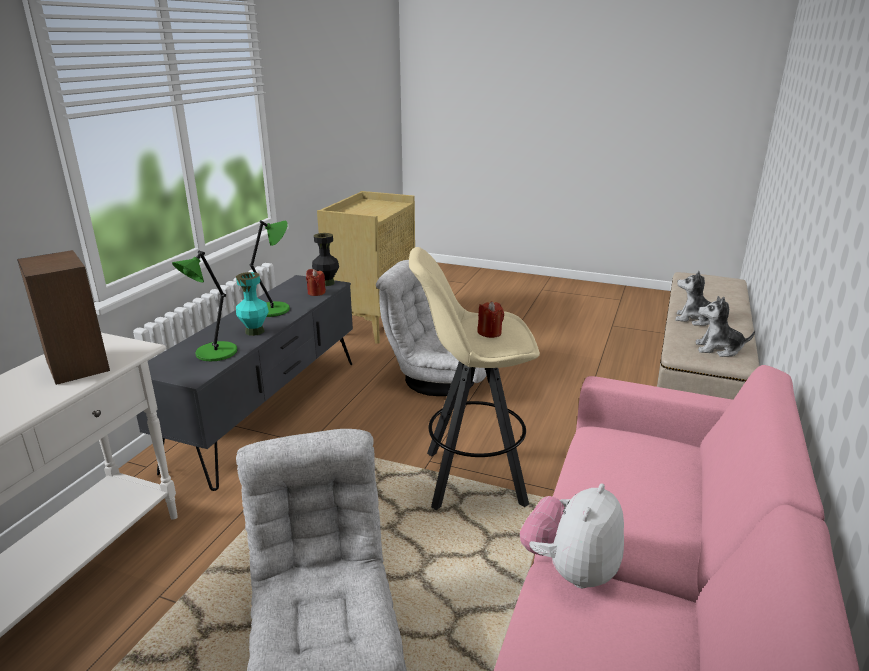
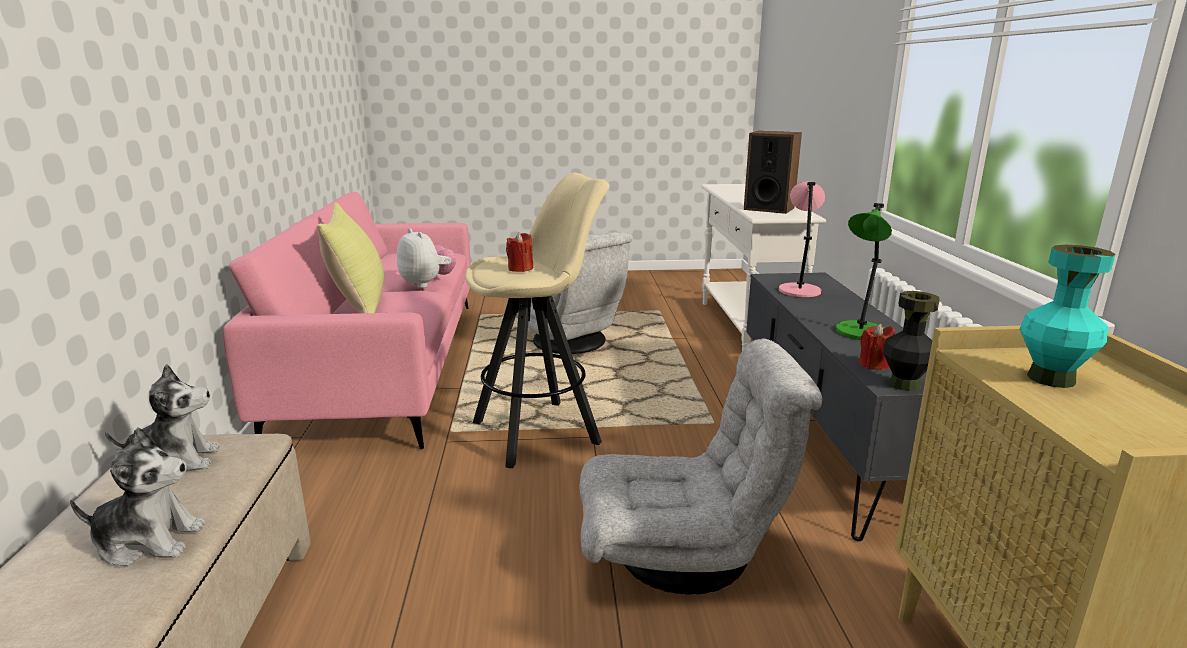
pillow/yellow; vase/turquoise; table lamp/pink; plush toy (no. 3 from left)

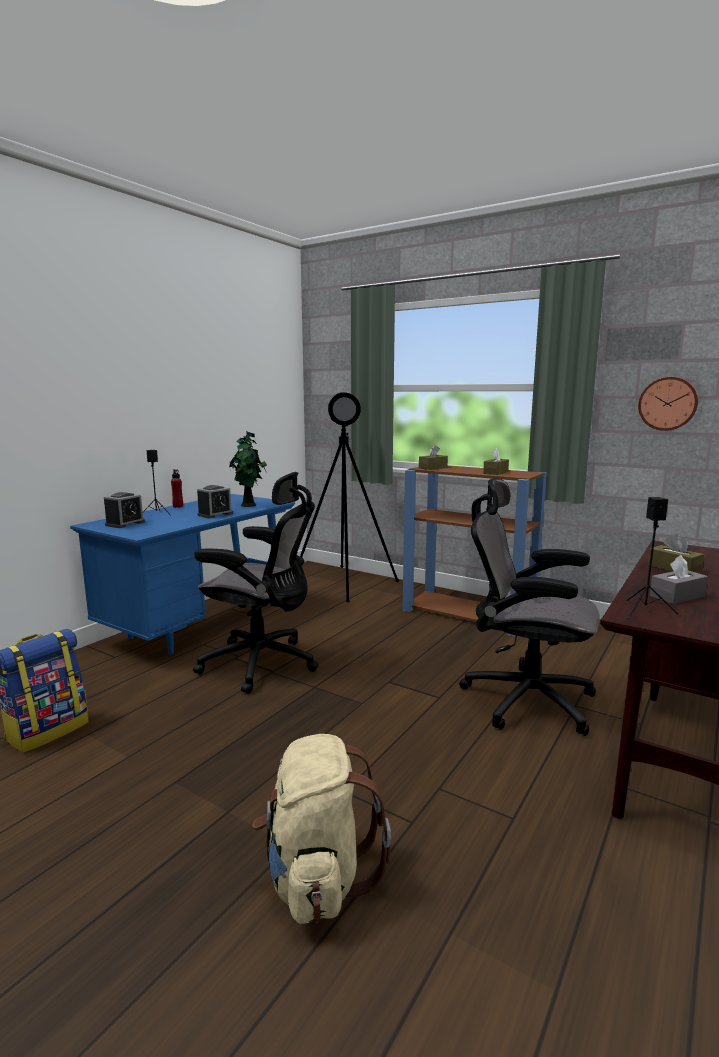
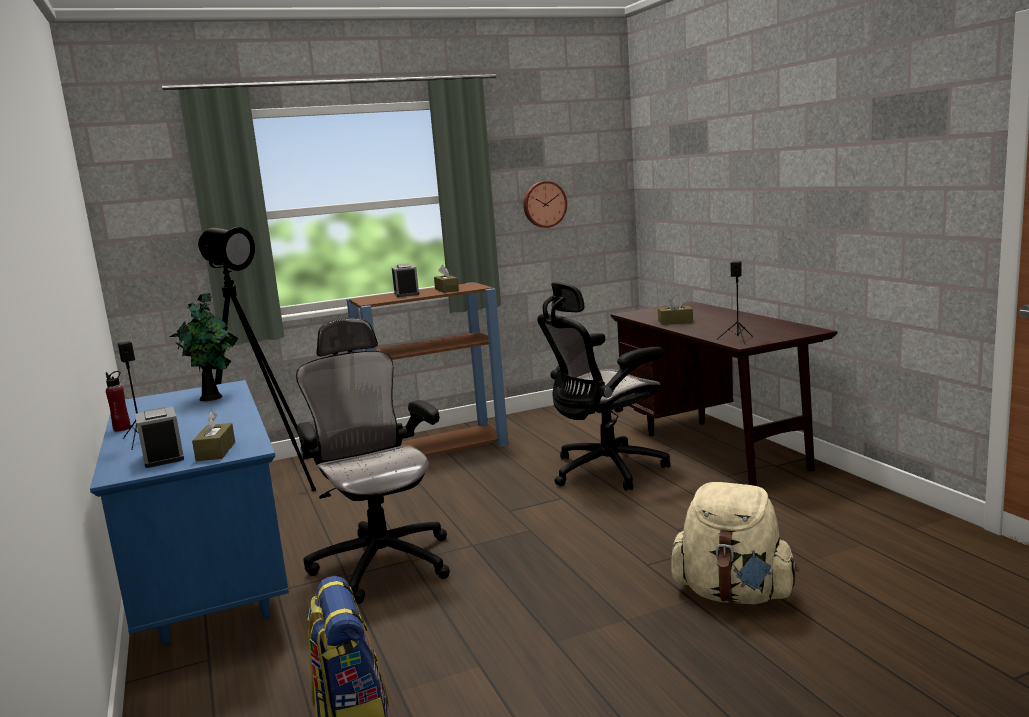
tissue box/grey; alarm clock (no. 2 from left); tissue box/brown (no. 1 from left); office chair (no. 1 from left)

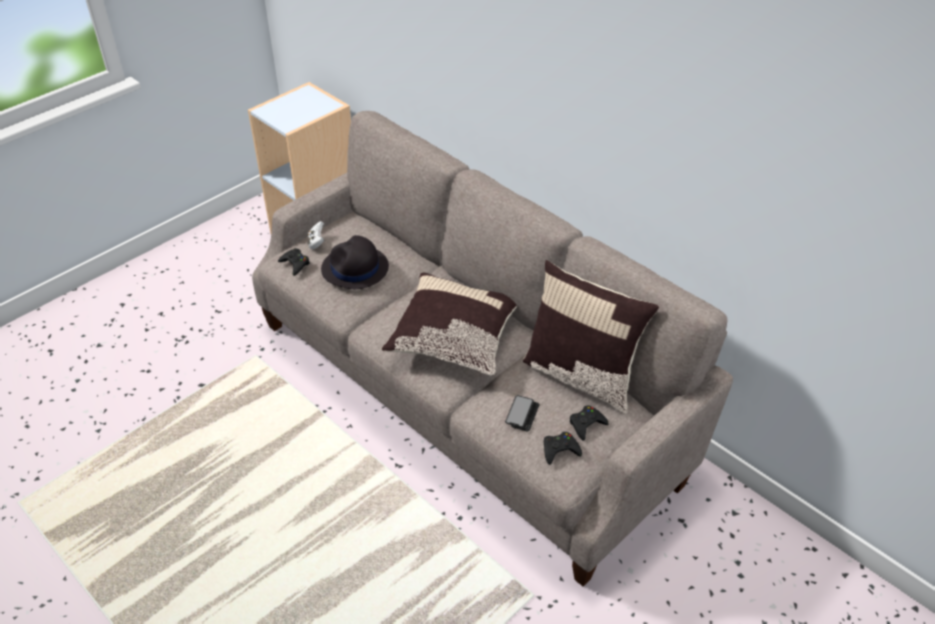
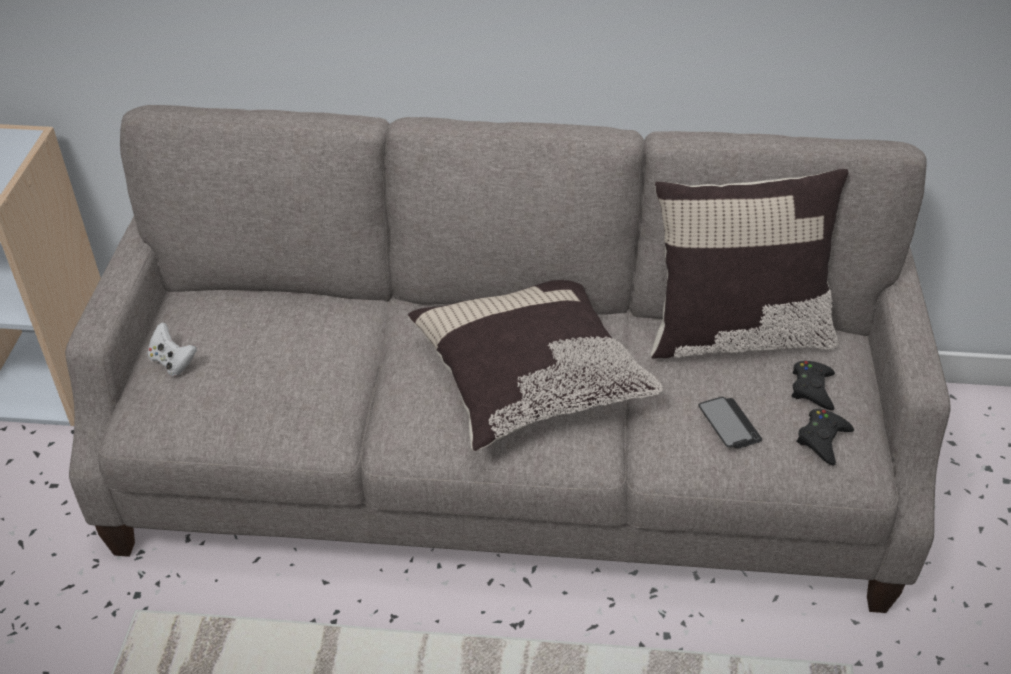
game controller/black (no. 1 from left in the first image); hat/black

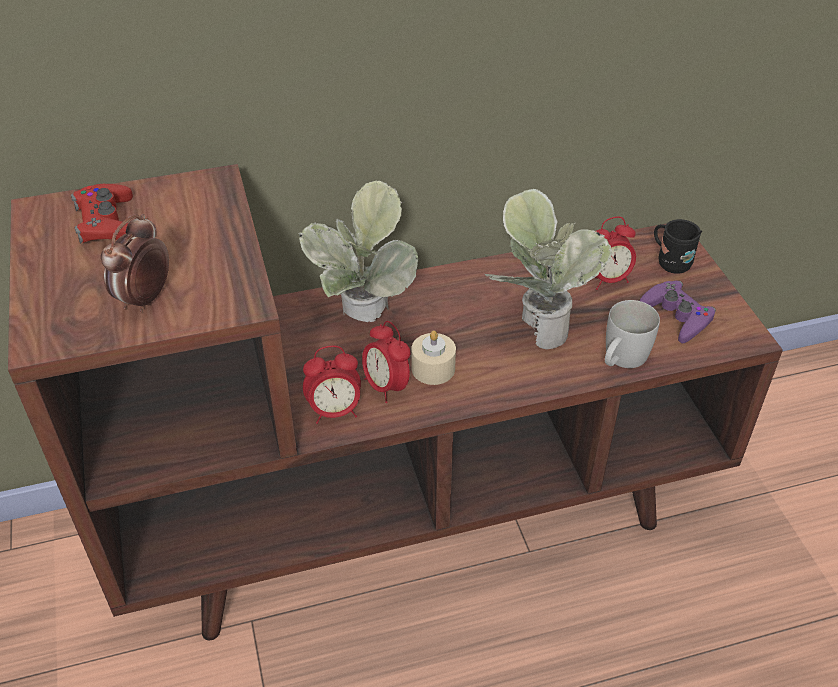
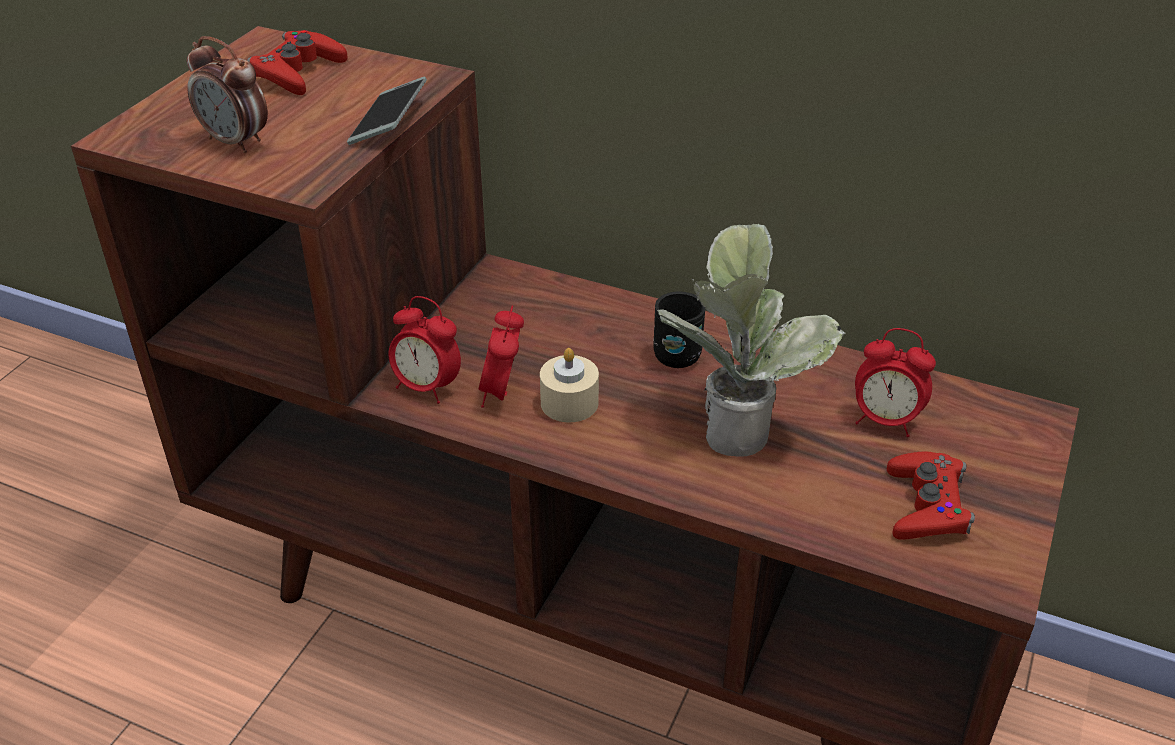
potted plant (no. 1 from left in the first image); mug/white; phone; mug/black; game controller/red (no. 2 from left); alarm clock (no. 1 from left)

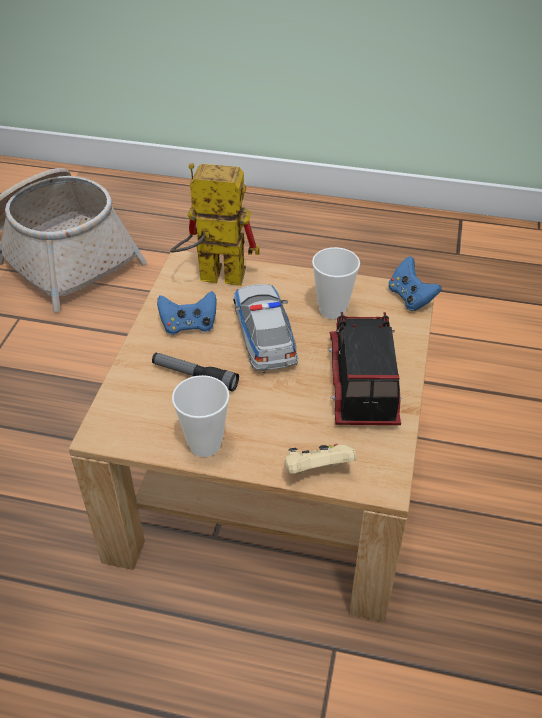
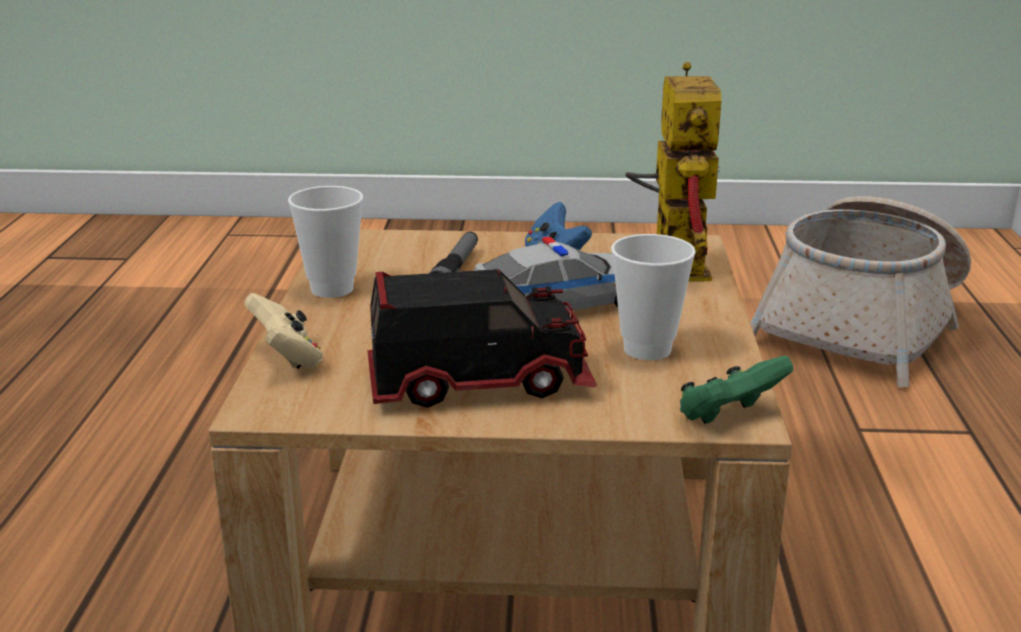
game controller/green

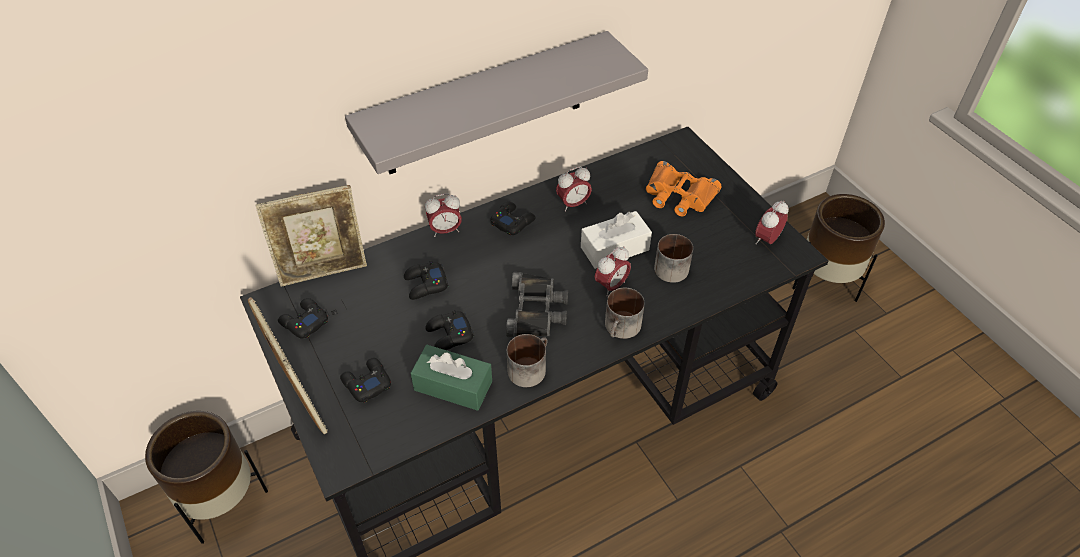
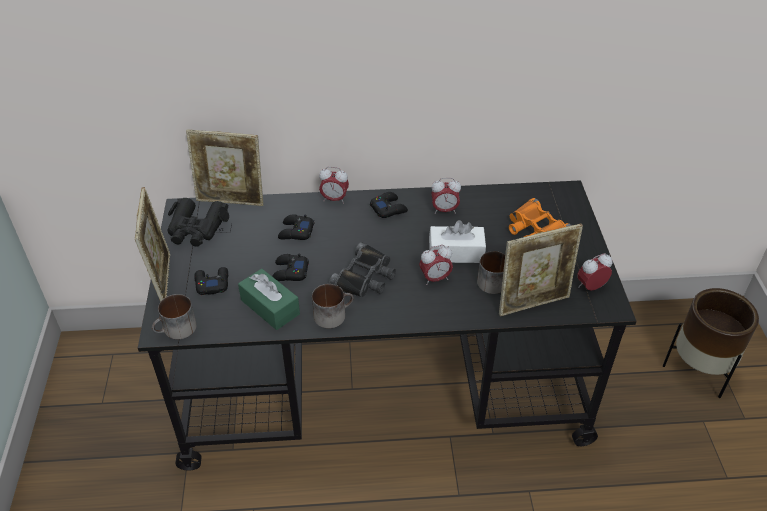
planter/brown (no. 1 from left in the first image); shelf/grey; picture frame (no. 3 from left); mug (no. 1 from left); binoculars/black (no. 1 from left)

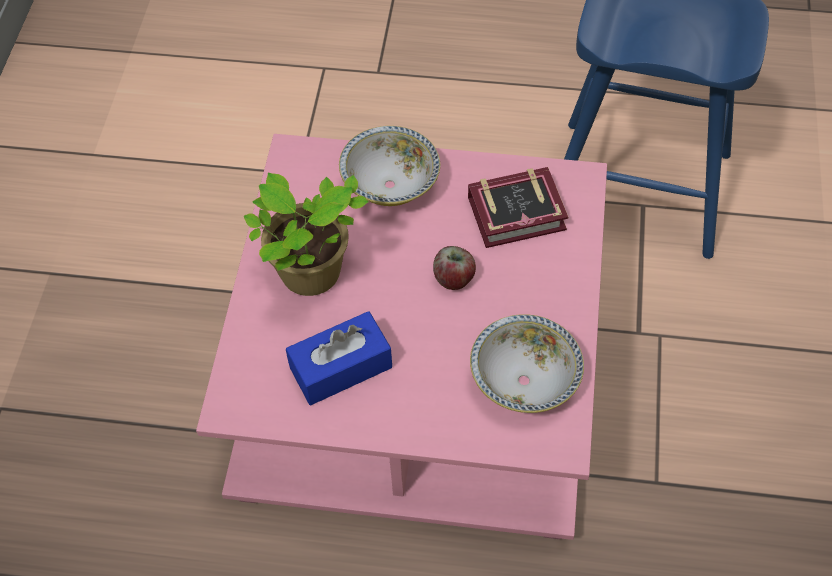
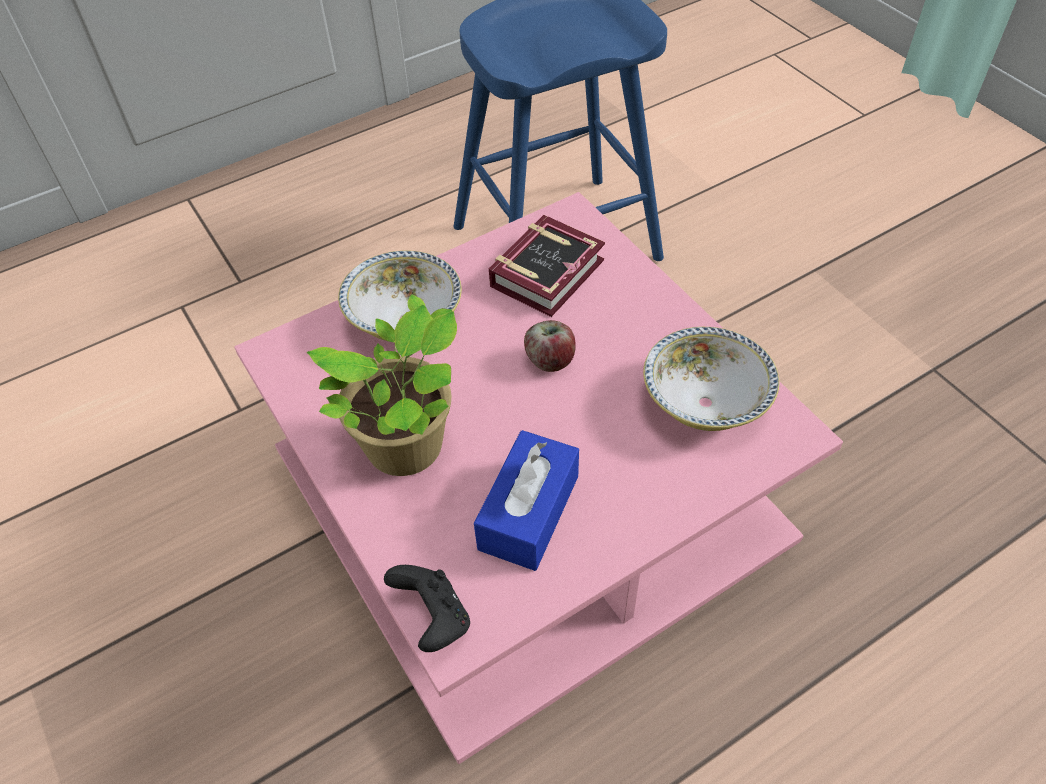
game controller/black

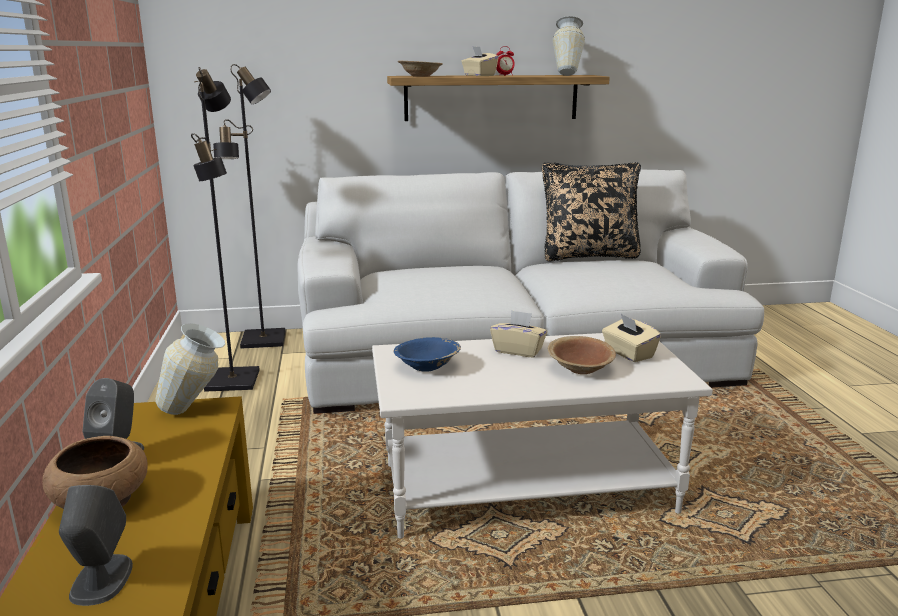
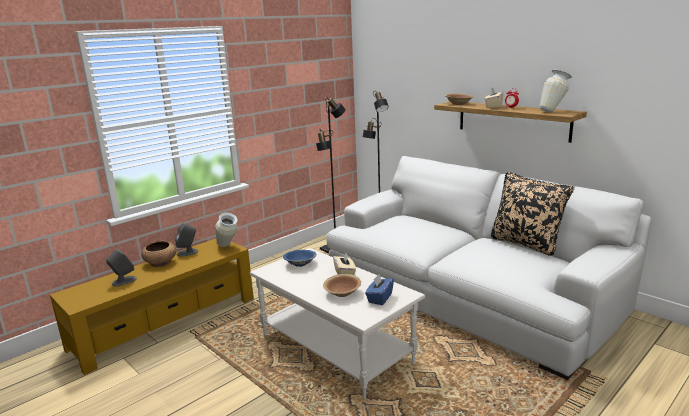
tissue box/blue

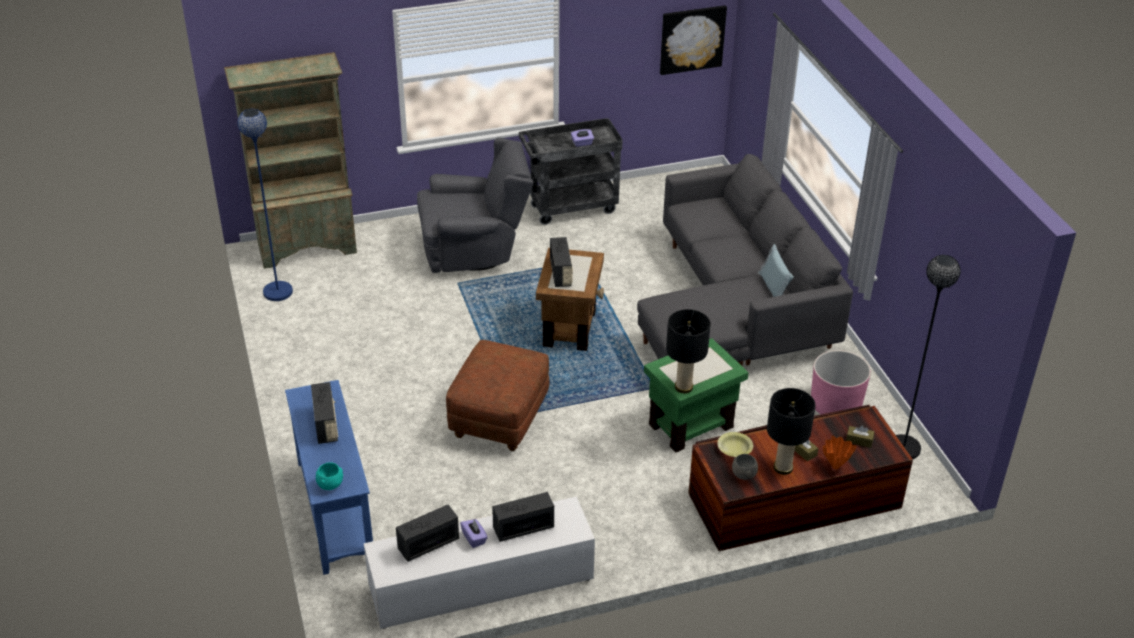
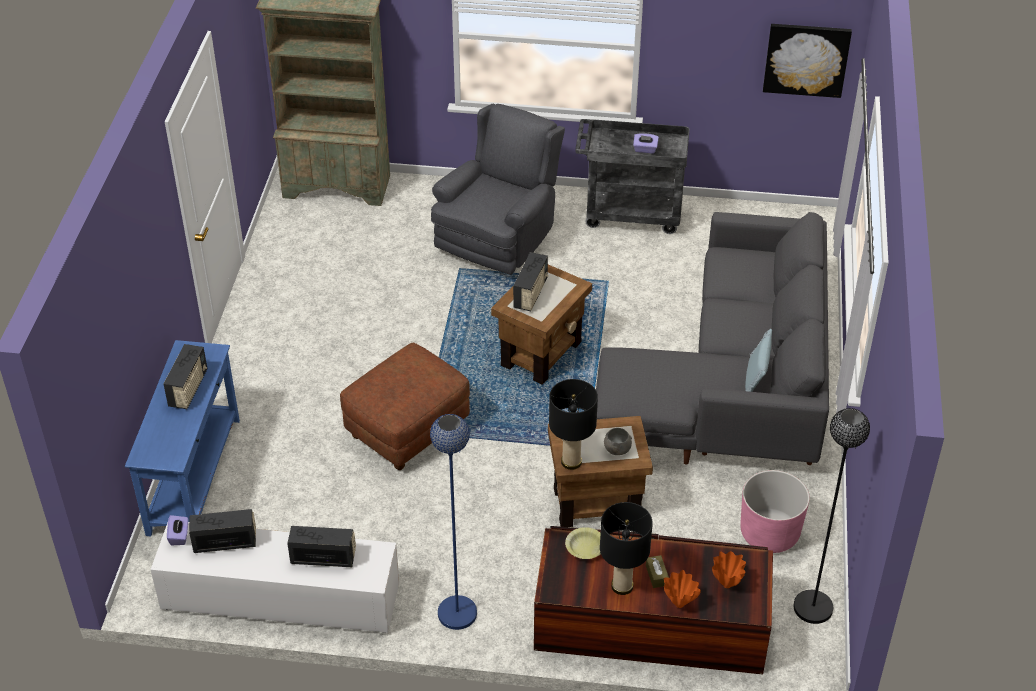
bowl/turquoise; floor lamp/blue; tissue box/purple (no. 1 from left); bowl/grey; vase/orange (no. 2 from left); side table/brown (no. 2 from left); armchair/grey

